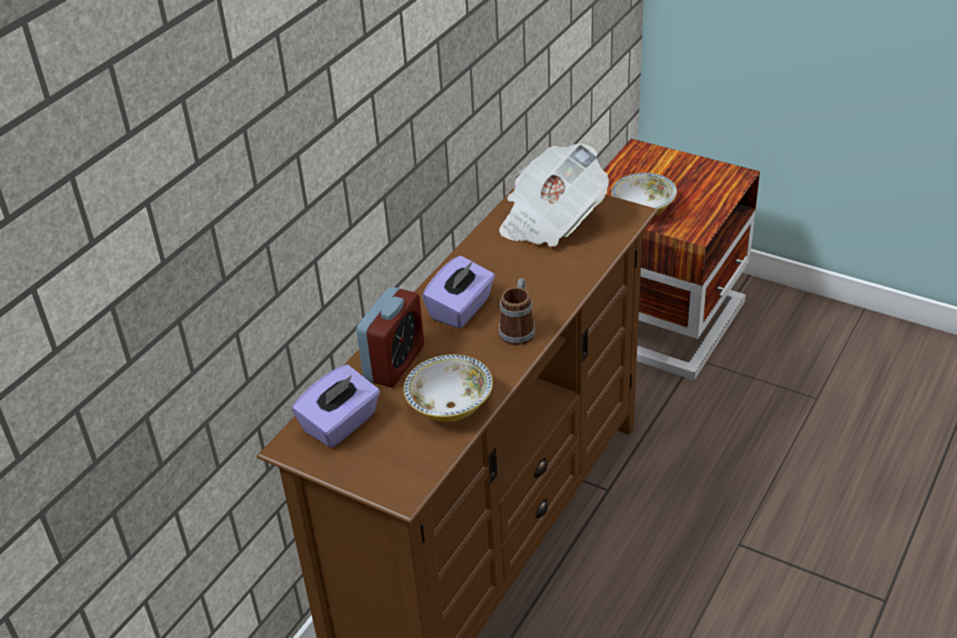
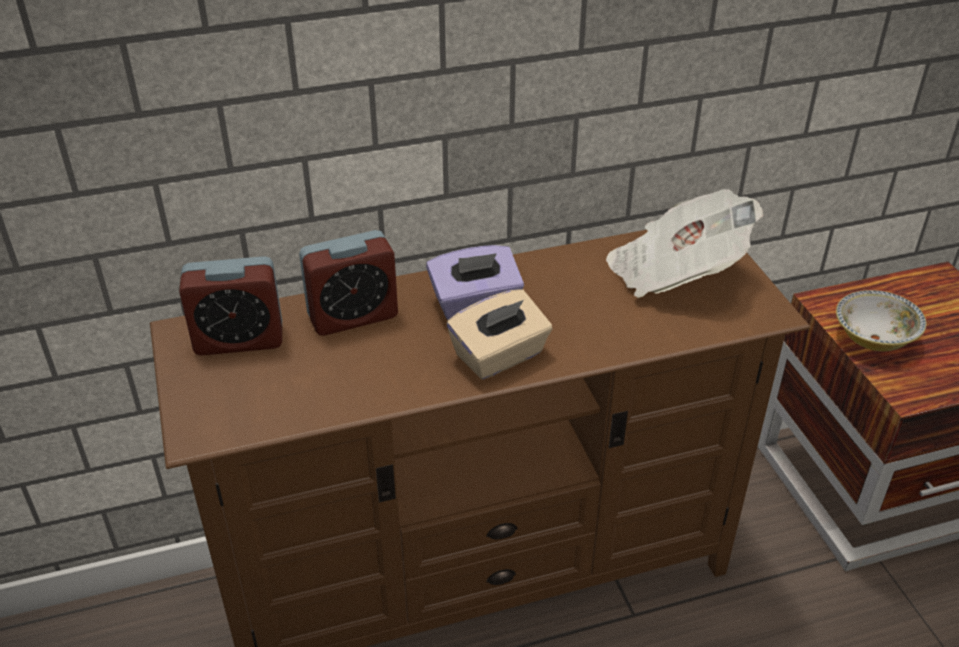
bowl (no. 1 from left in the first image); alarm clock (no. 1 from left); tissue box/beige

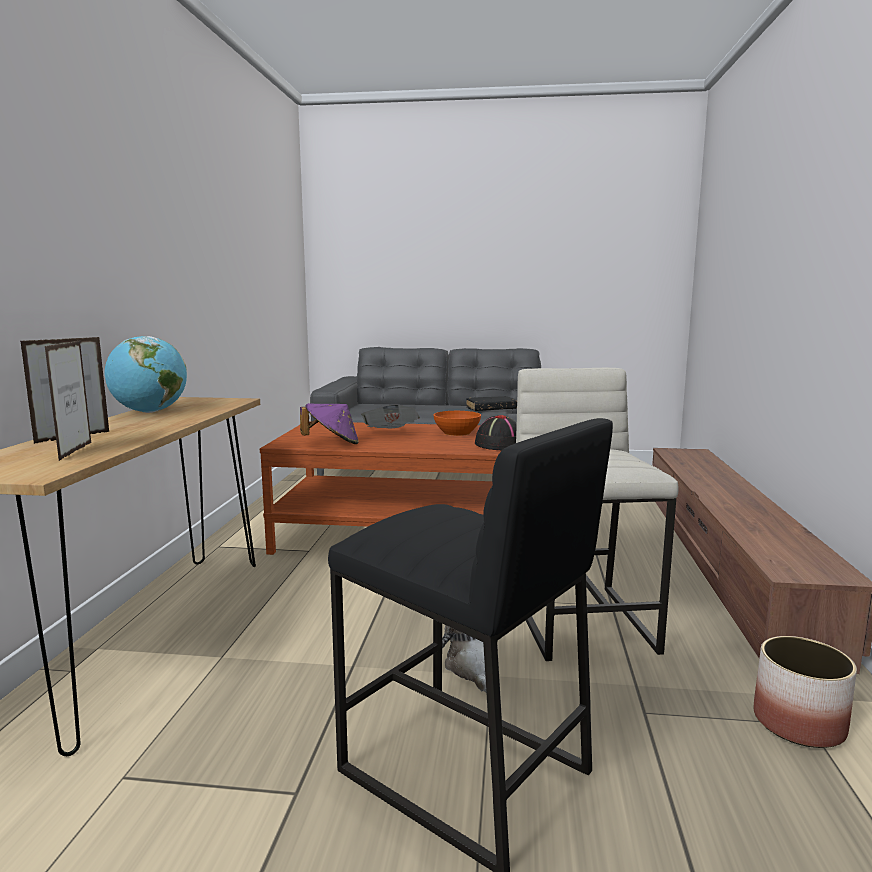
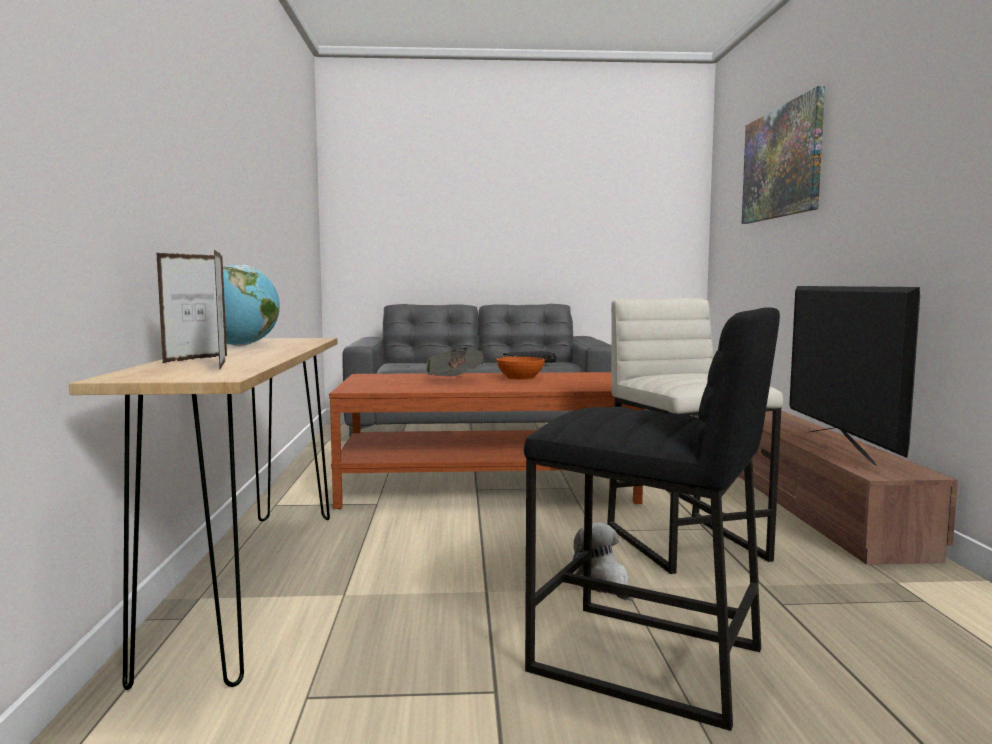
hat/purple; hat/black; planter; picture; television

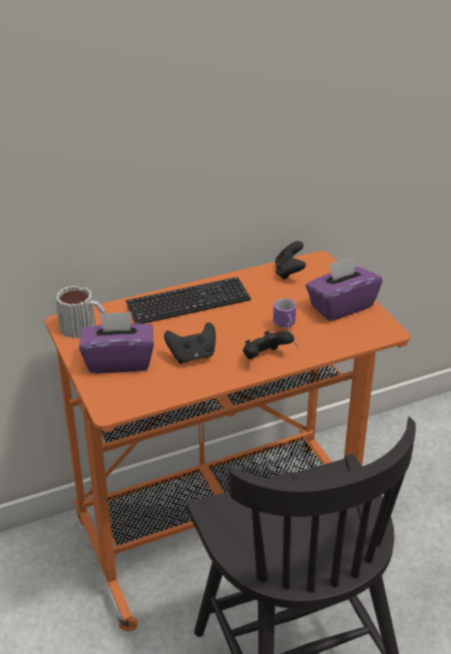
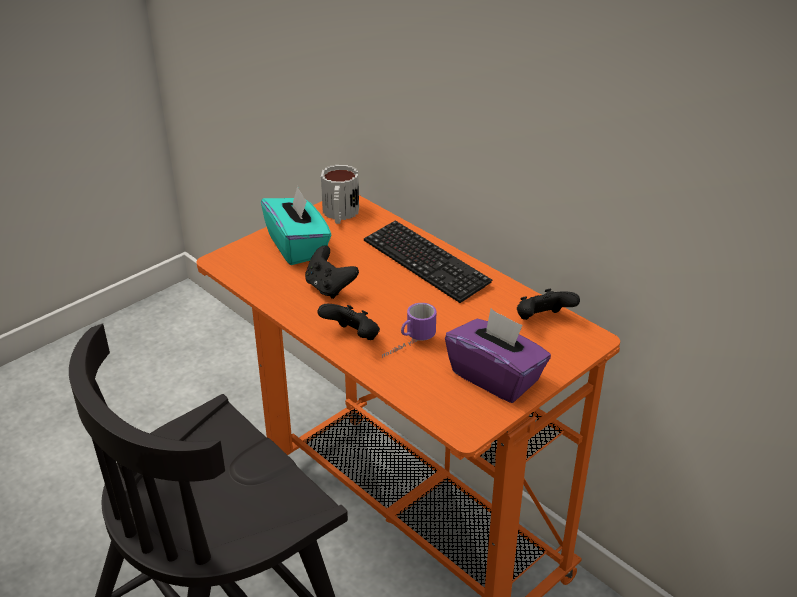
tissue box/turquoise

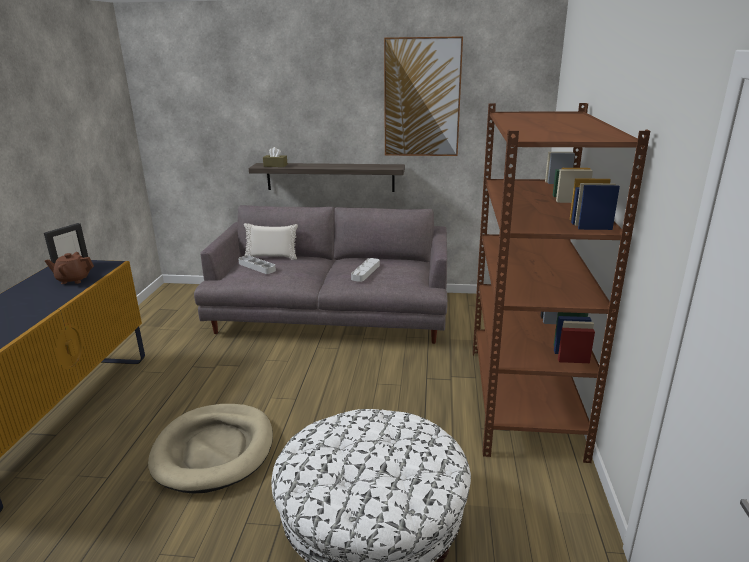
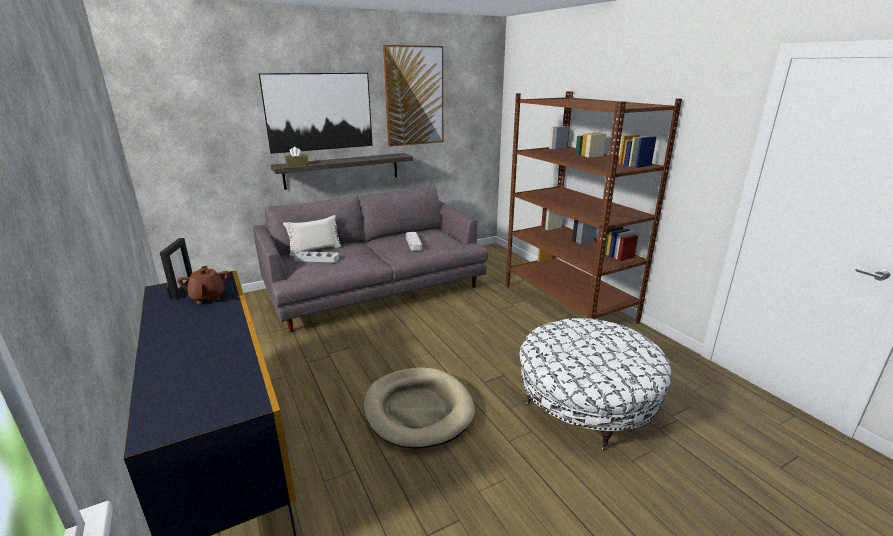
picture (no. 1 from left); teapot/brown

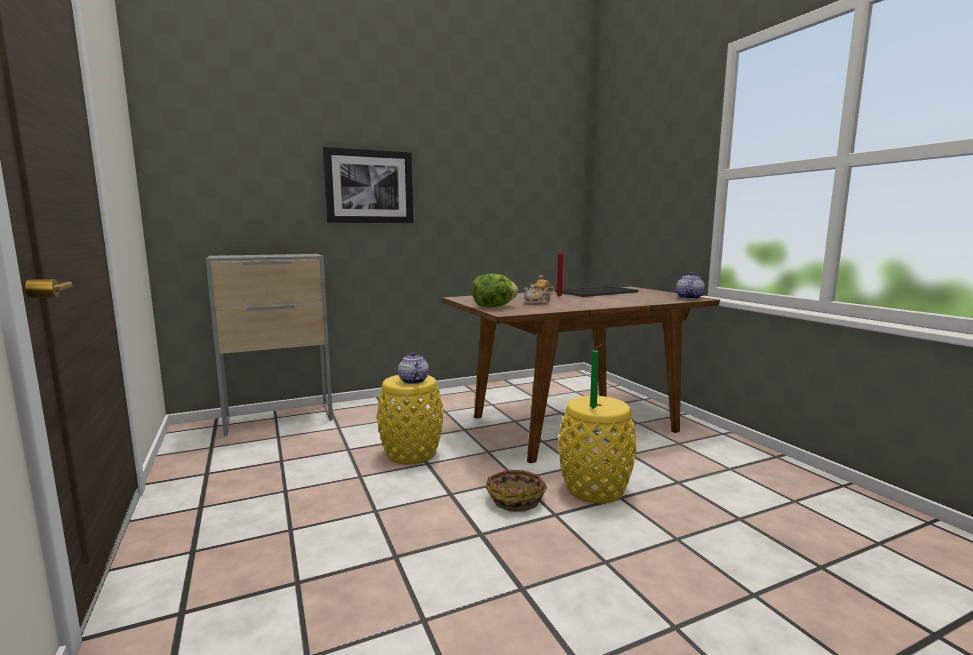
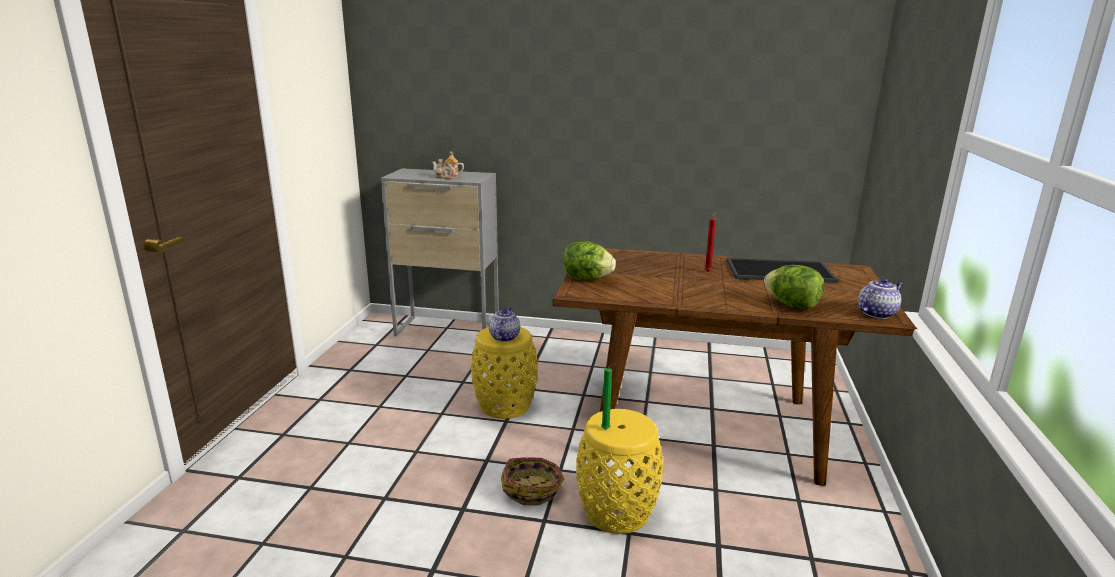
picture; lettuce (no. 2 from left); teapot (no. 1 from left)

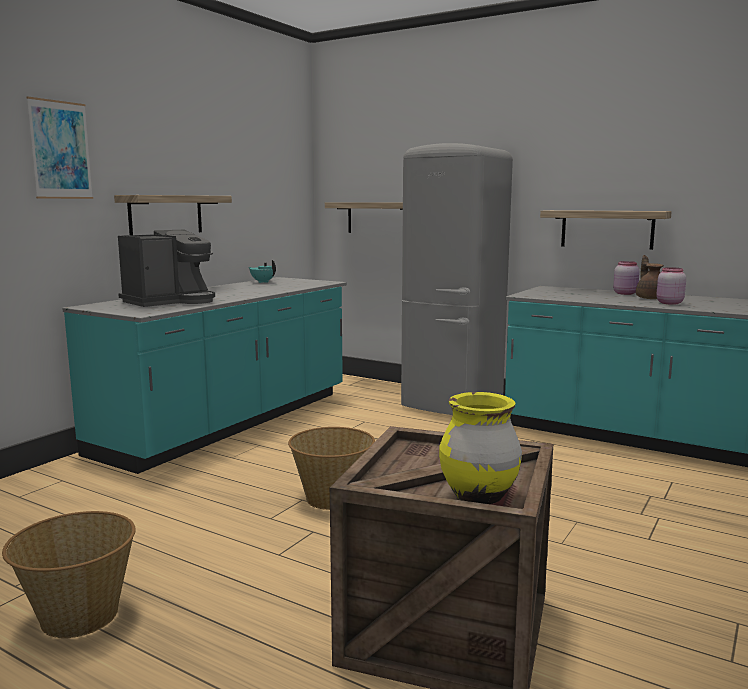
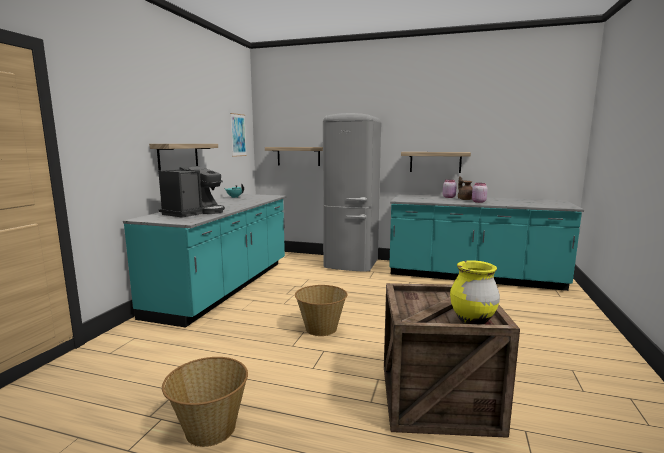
picture

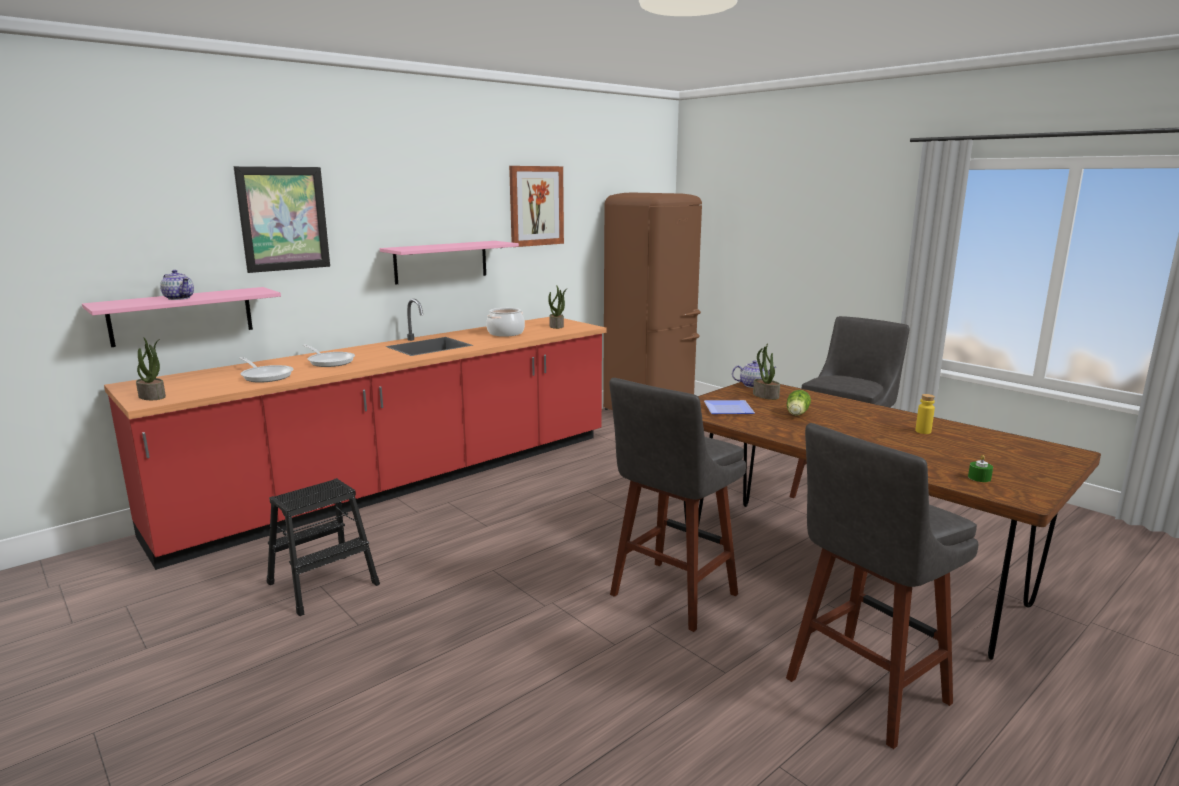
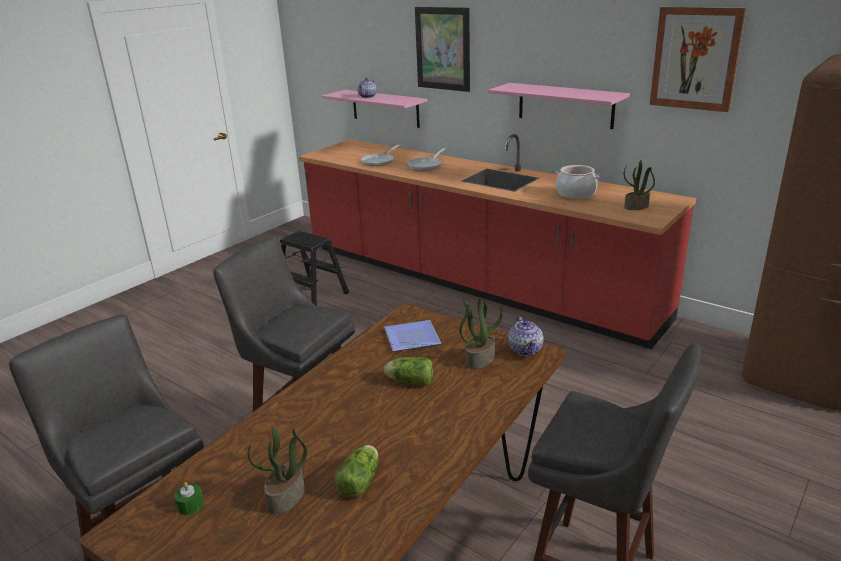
potted plant (no. 1 from left); lettuce (no. 1 from left)

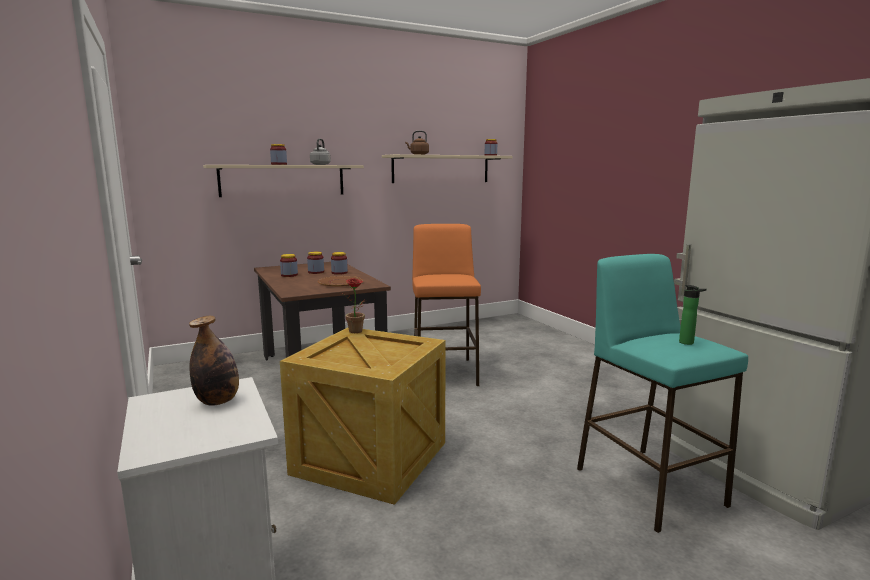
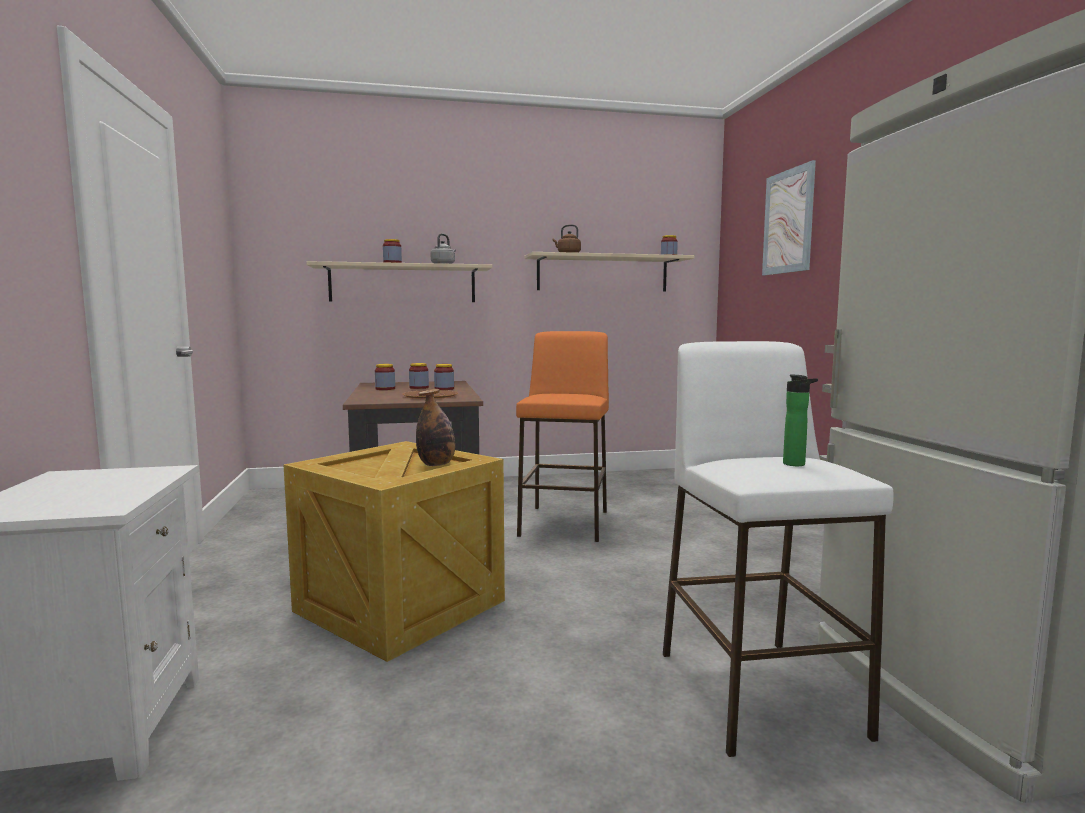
potted plant; picture; bottle (no. 1 from left); stool/white

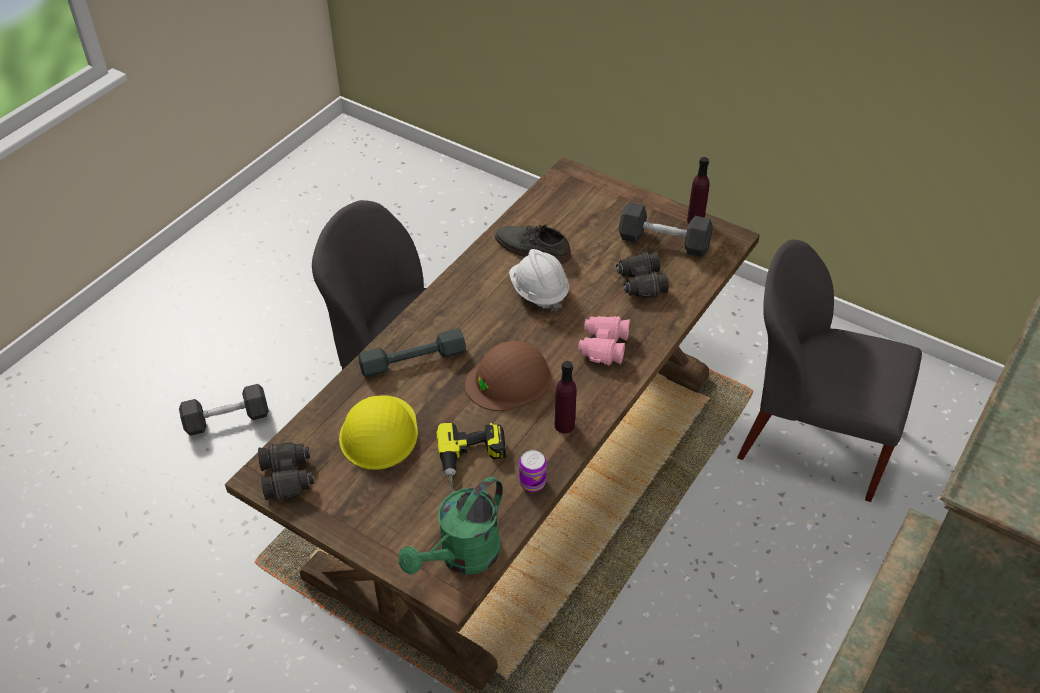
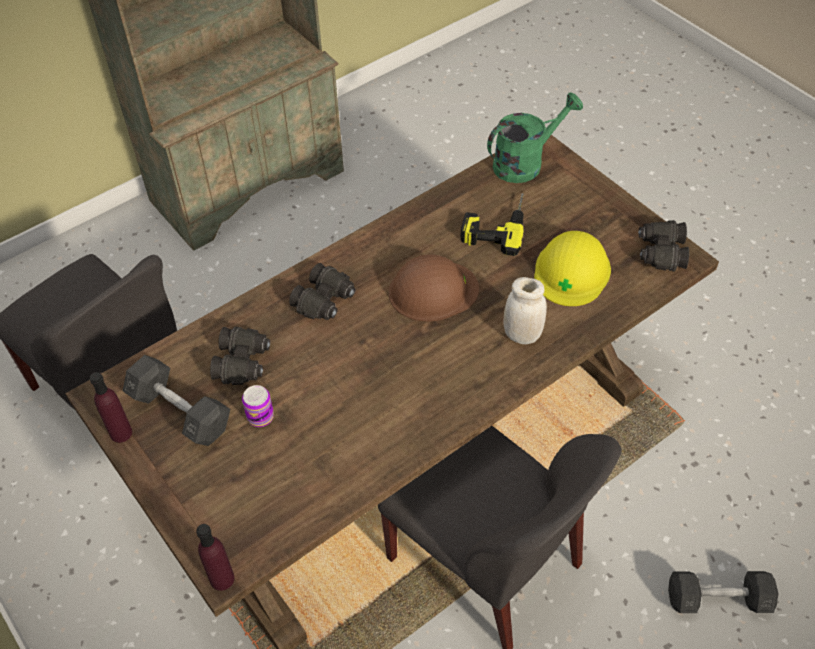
shoe/grey; hard hat/white; can; bottle/purple (no. 2 from left); jar/white; binoculars/black (no. 2 from left)

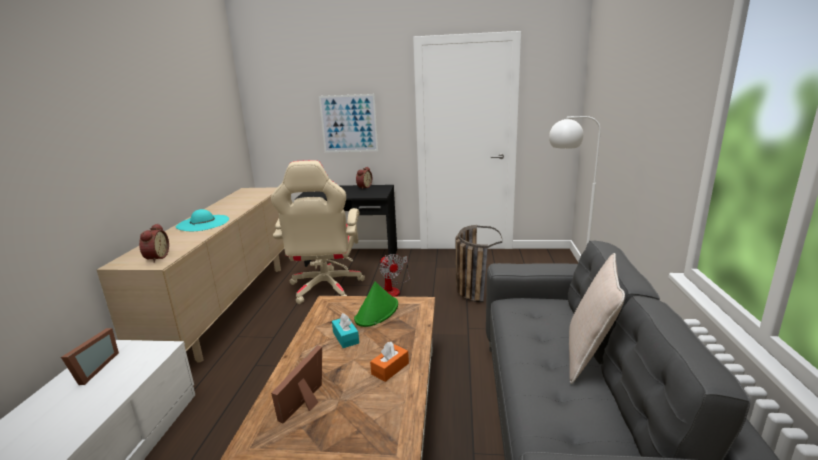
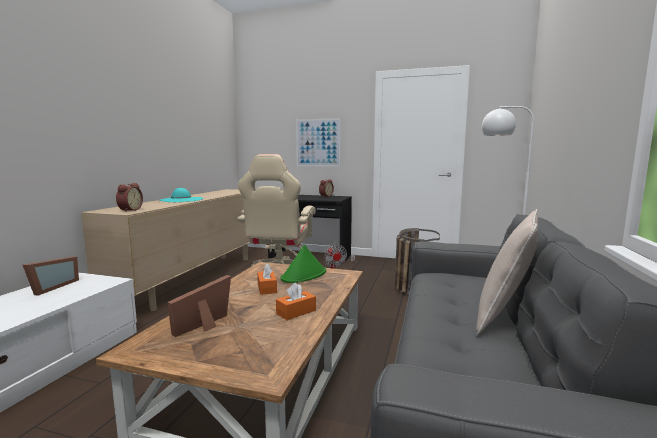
tissue box/orange (no. 1 from left)

